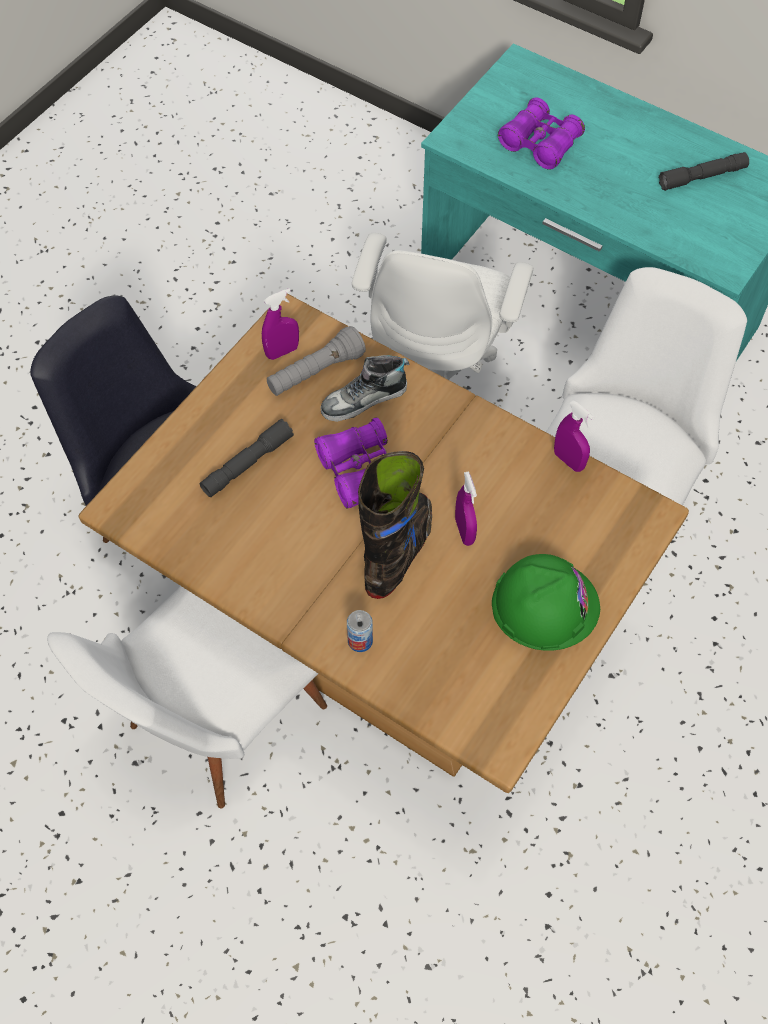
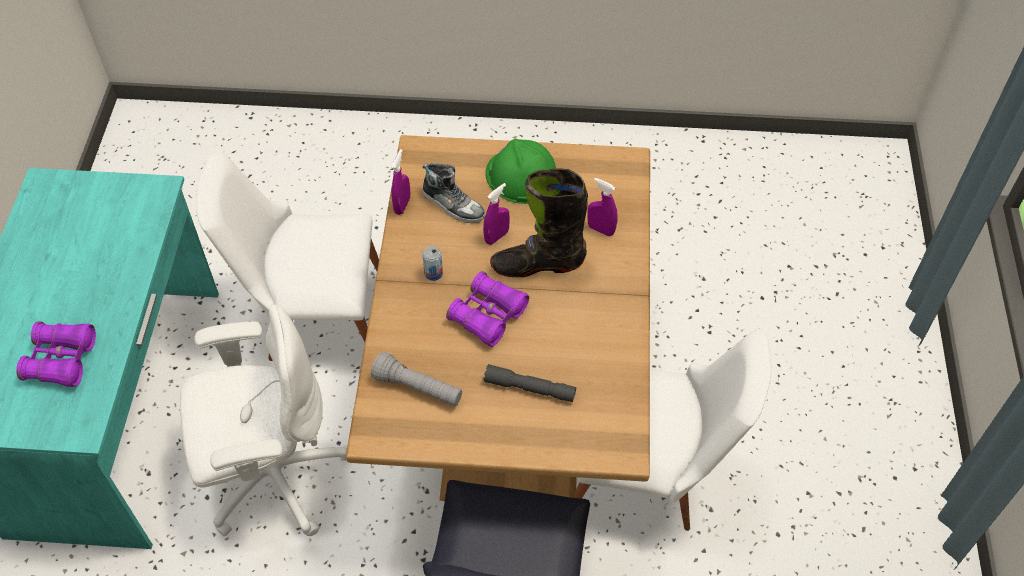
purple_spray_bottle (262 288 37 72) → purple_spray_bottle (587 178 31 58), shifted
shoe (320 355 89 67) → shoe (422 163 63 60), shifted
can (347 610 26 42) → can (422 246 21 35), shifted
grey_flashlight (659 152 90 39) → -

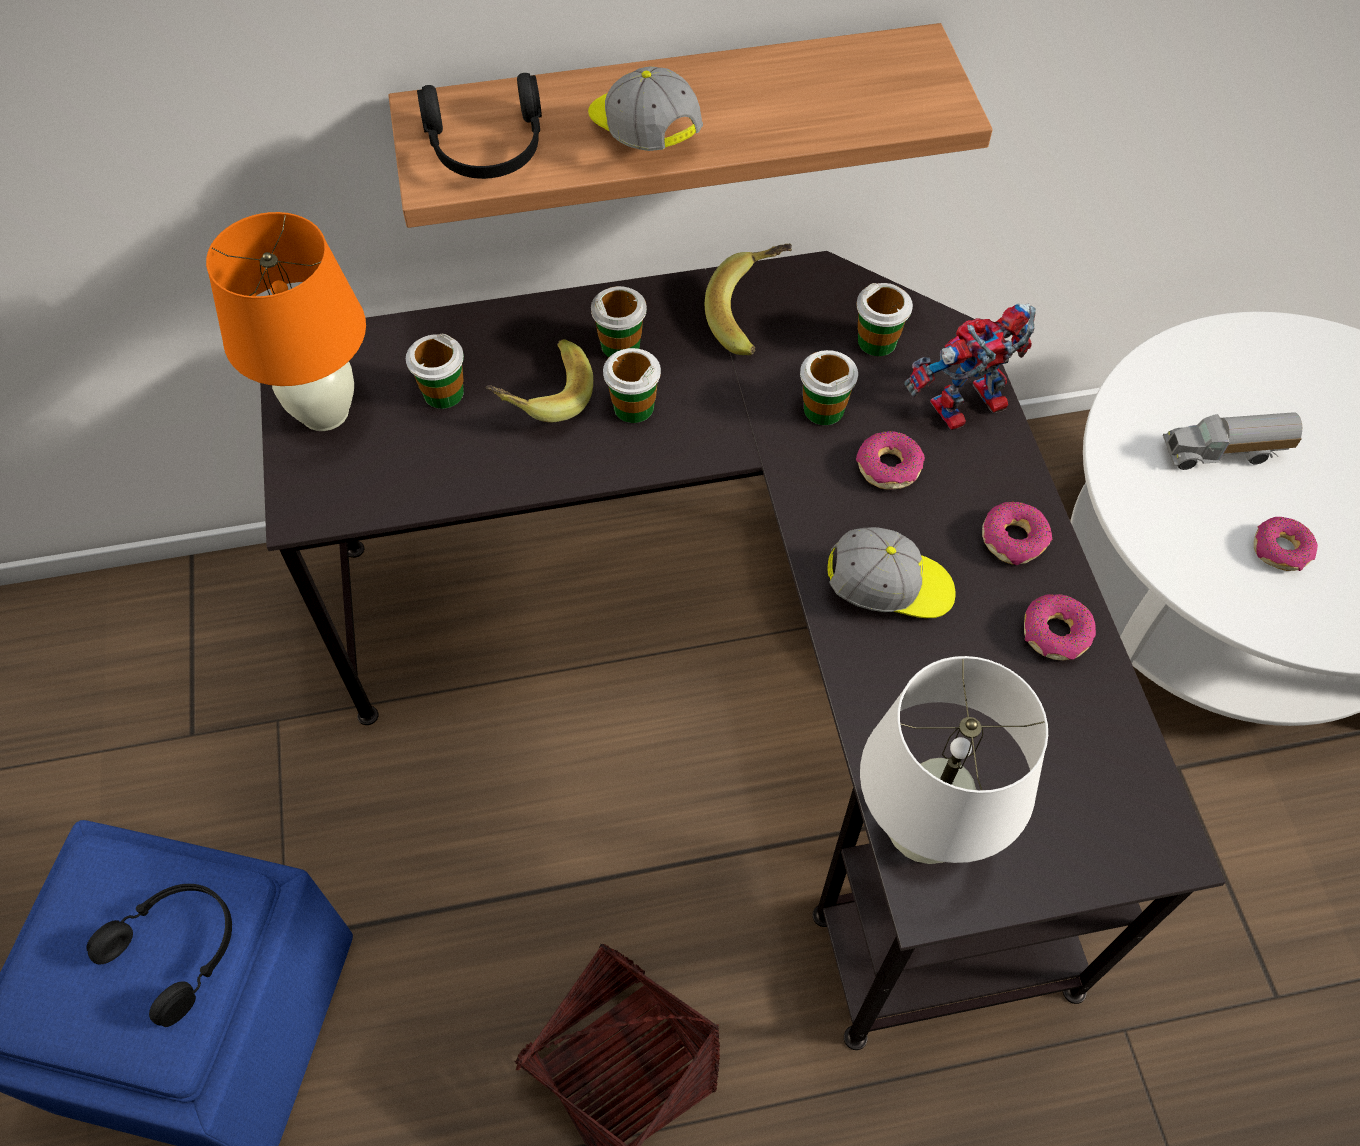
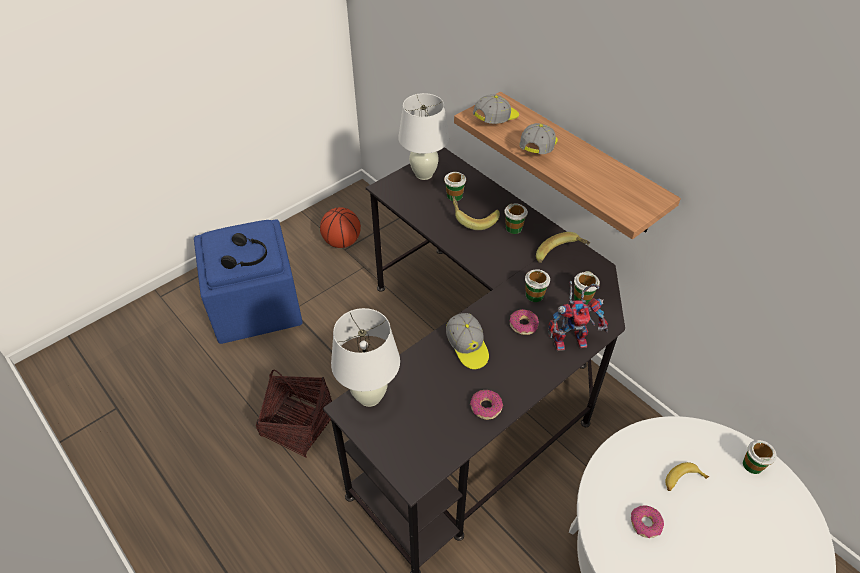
orange_table_lamp (206 212 160 219) → white_table_lamp (398 93 51 87)
black_headphones (417 73 125 106) → cap (473 94 46 30)
cup (603 348 58 75) → cup (743 440 34 34), shifted
toy_robot (904 303 132 127) → toy_robot (548 281 60 70), 135 degrees clockwise
donut (982 502 71 63) → -
toy_truck (1163 412 139 58) → banana (665 462 44 29)
- → basketball (320 207 41 41)

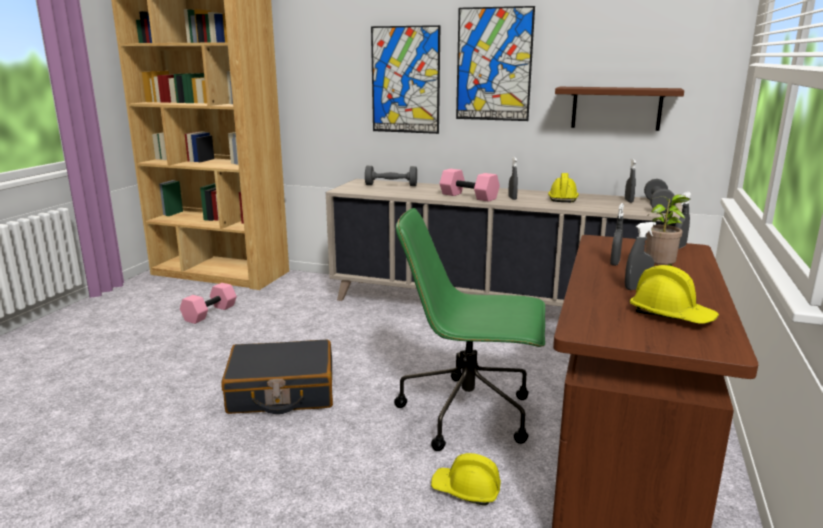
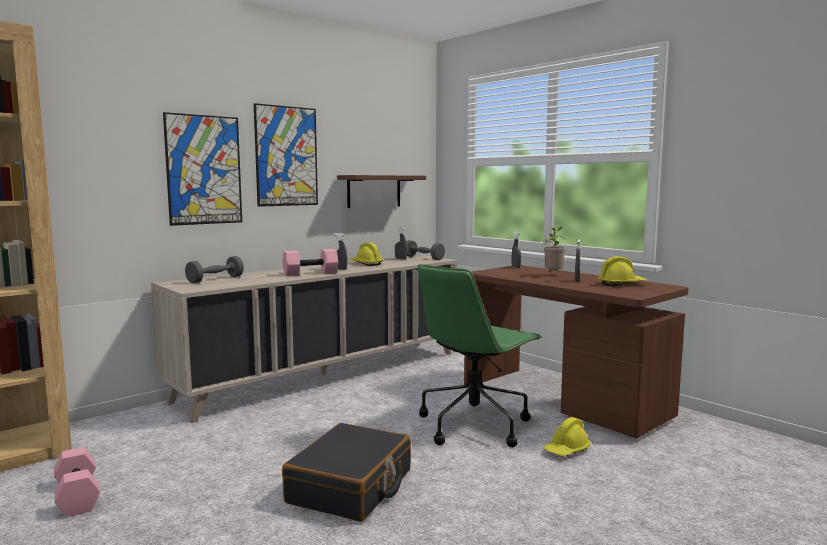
grey_spray_bottle (610 203 14 63) → -

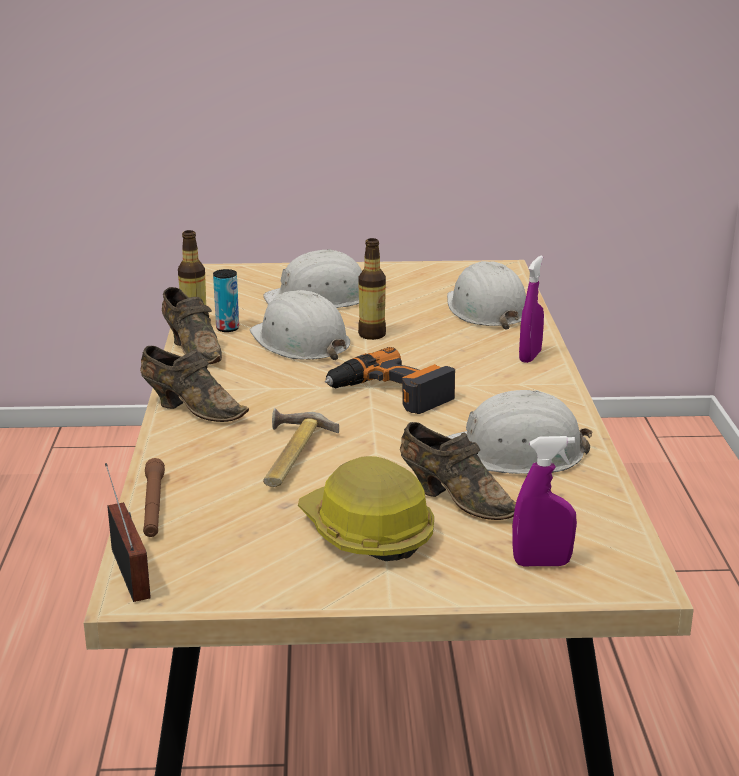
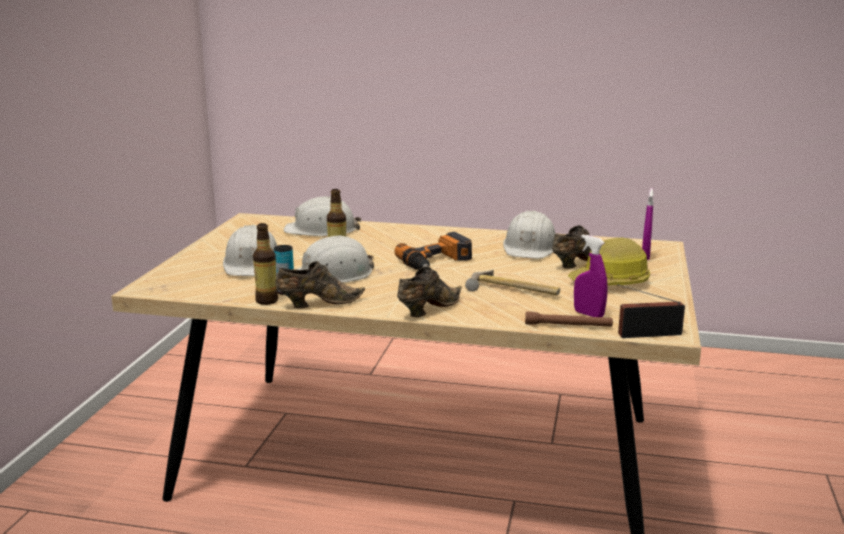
purple_spray_bottle (519 256 25 107) → purple_spray_bottle (574 234 33 83), shifted

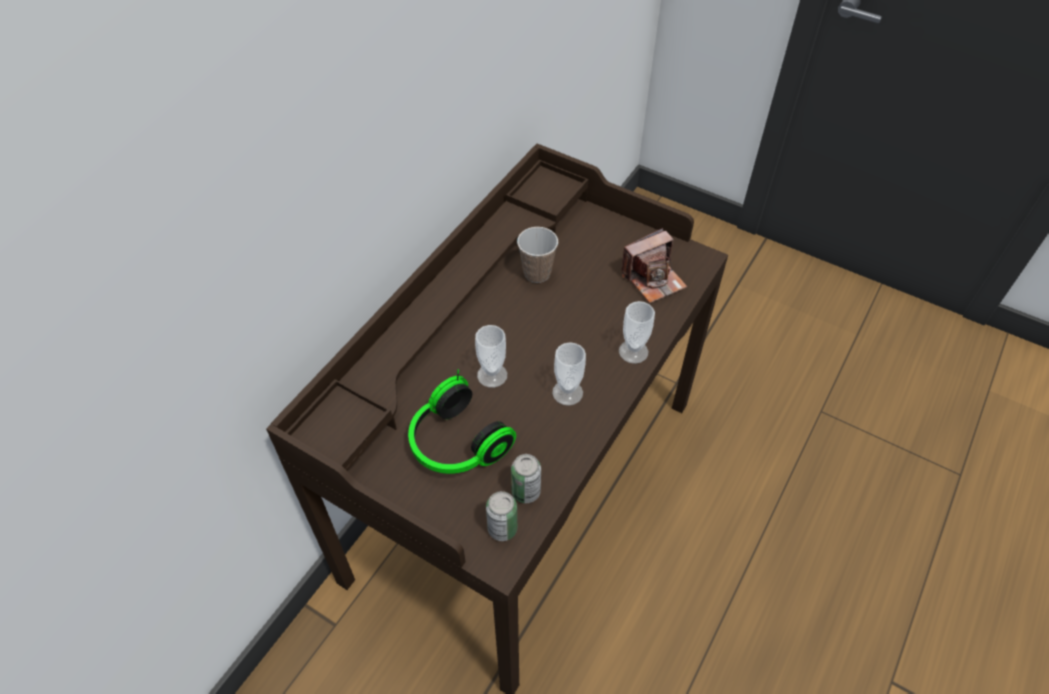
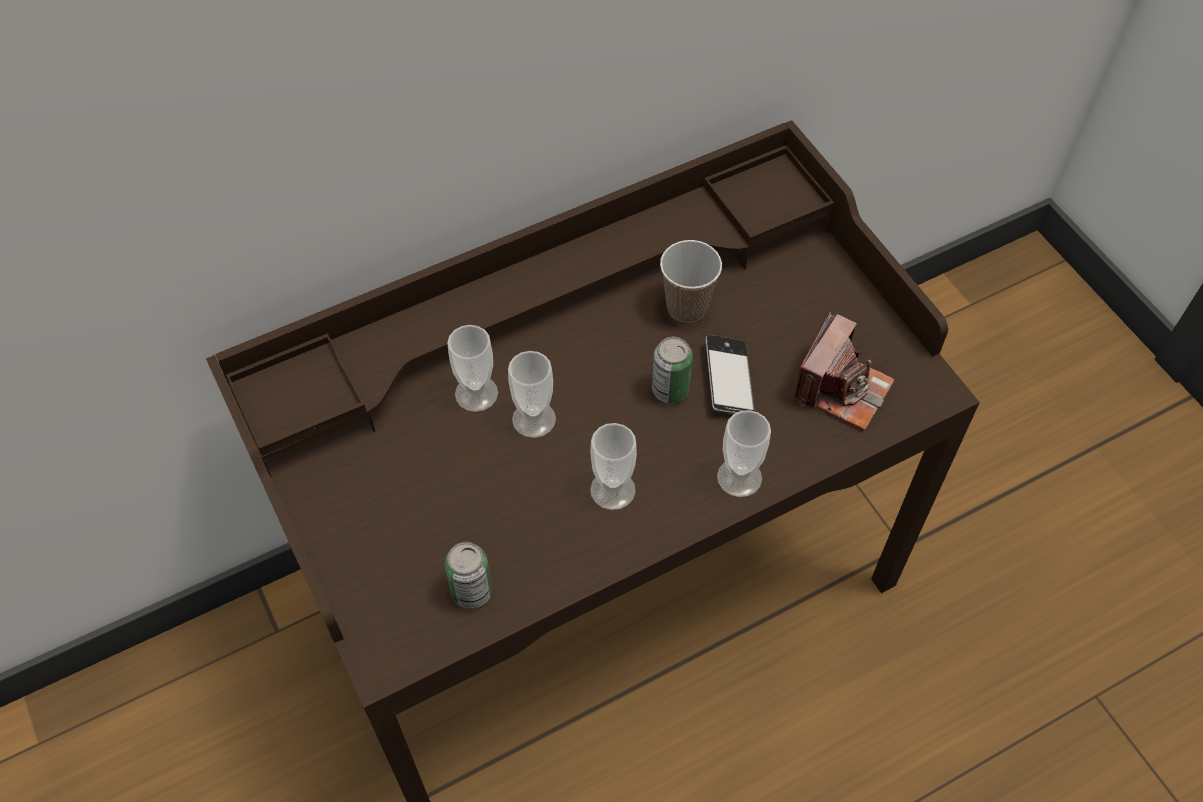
headphones (408 369 108 105) → -
can (486 491 31 50) → can (652 337 41 66), shifted
photo_camera (621 228 66 75) → photo_camera (793 312 102 118), 60 degrees counterclockwise
- → cup (447 325 51 87)
- → phone (705 335 50 79)

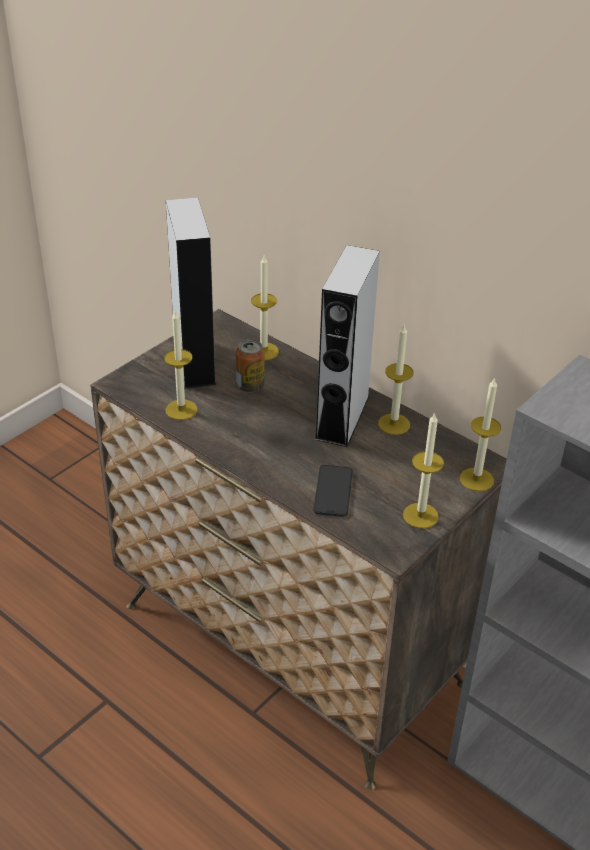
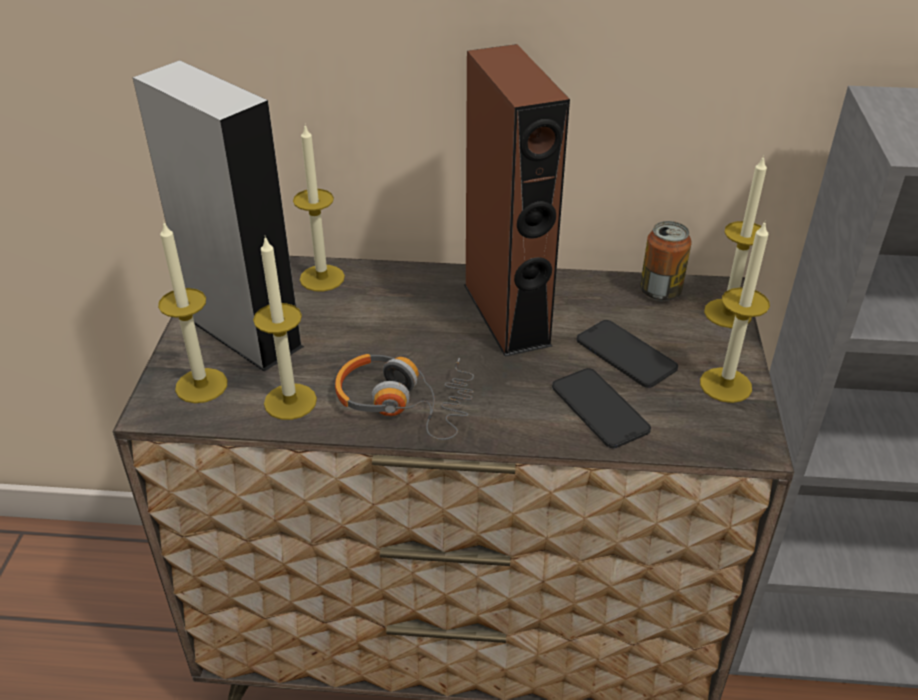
can (236 339 29 53) → can (640 221 52 80), shifted
grey_speaker (315 245 65 202) → brown_speaker (464 44 106 313)
candle (378 324 36 111) → candle (158 221 70 182), shifted
- → headphones (335 354 139 86)
- → phone (577 320 101 68)

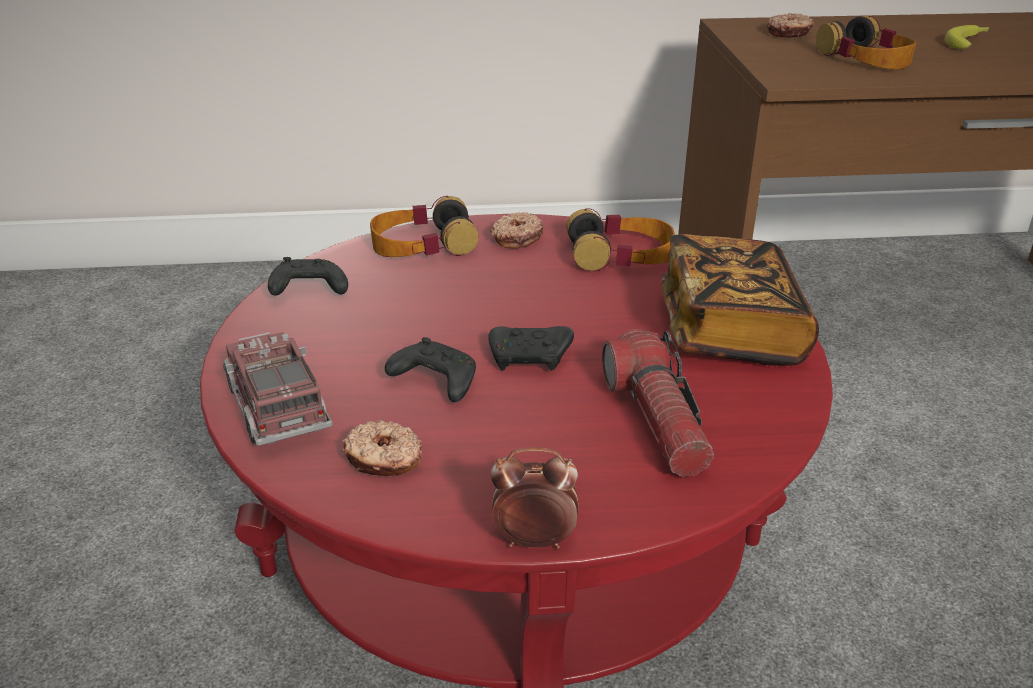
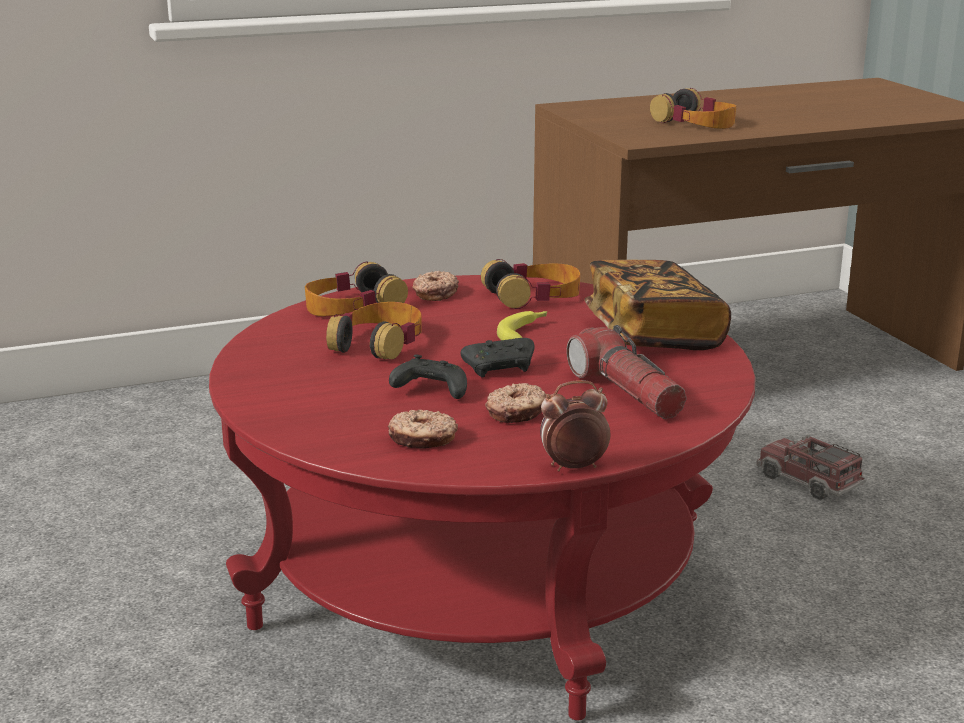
toy_truck (223 332 110 114) → toy_truck (757 434 109 66), shifted
black_game_controller (268 257 80 39) → -
donut (767 13 47 25) → donut (485 383 61 40), shifted
banana (944 25 45 24) → banana (497 311 50 29), shifted
- → headphones (326 302 96 57)

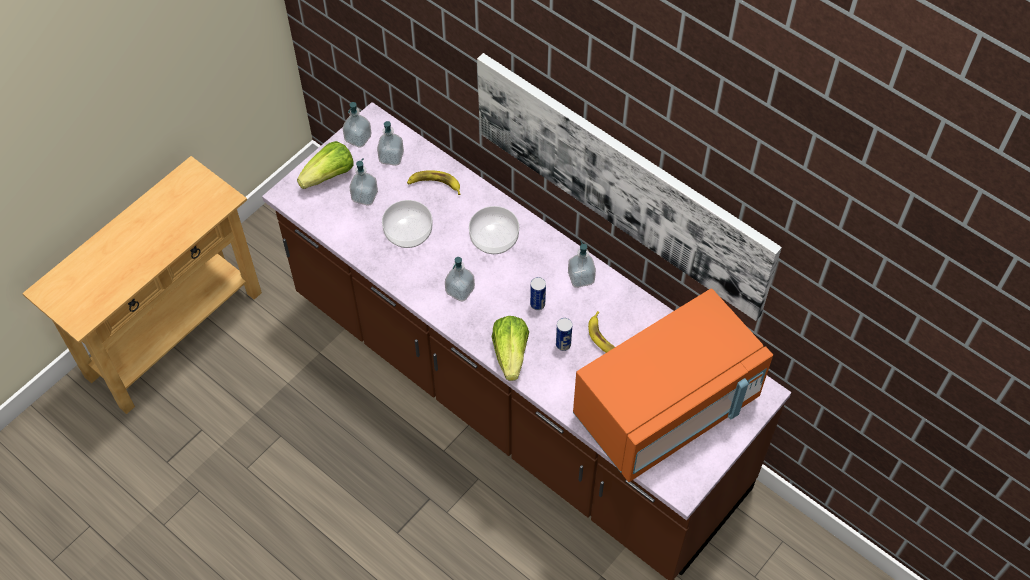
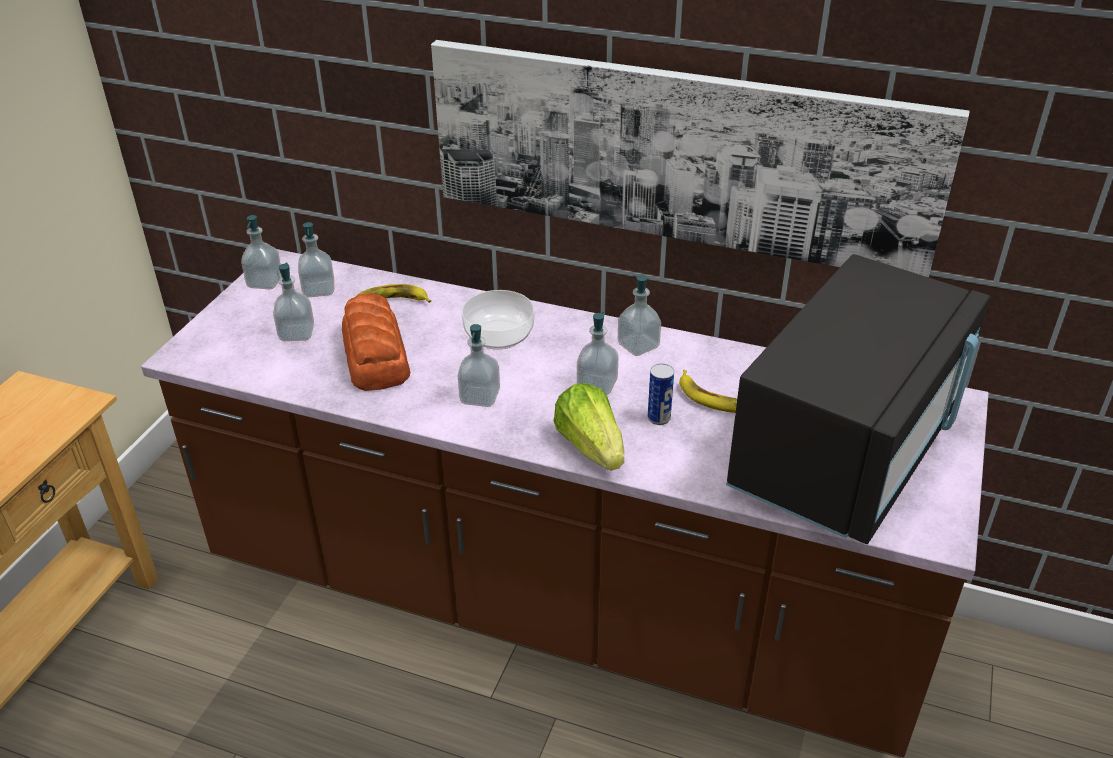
lettuce (297 141 57 48) → -
bowl (382 200 50 48) → bread (342 293 68 98)
can (530 277 16 33) → soap_dispenser (577 312 42 83)
orange_microwave (573 288 200 194) → black_microwave (726 254 264 290)

